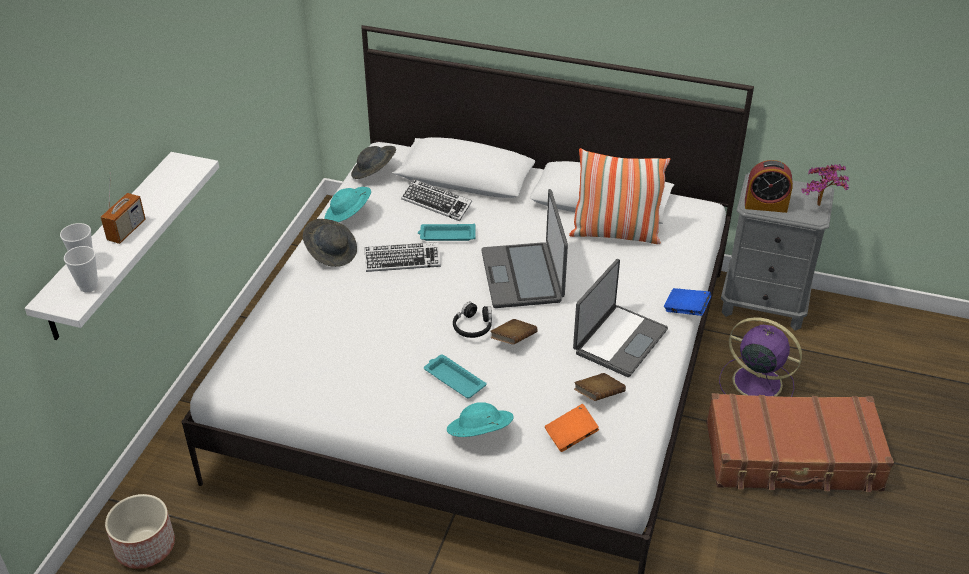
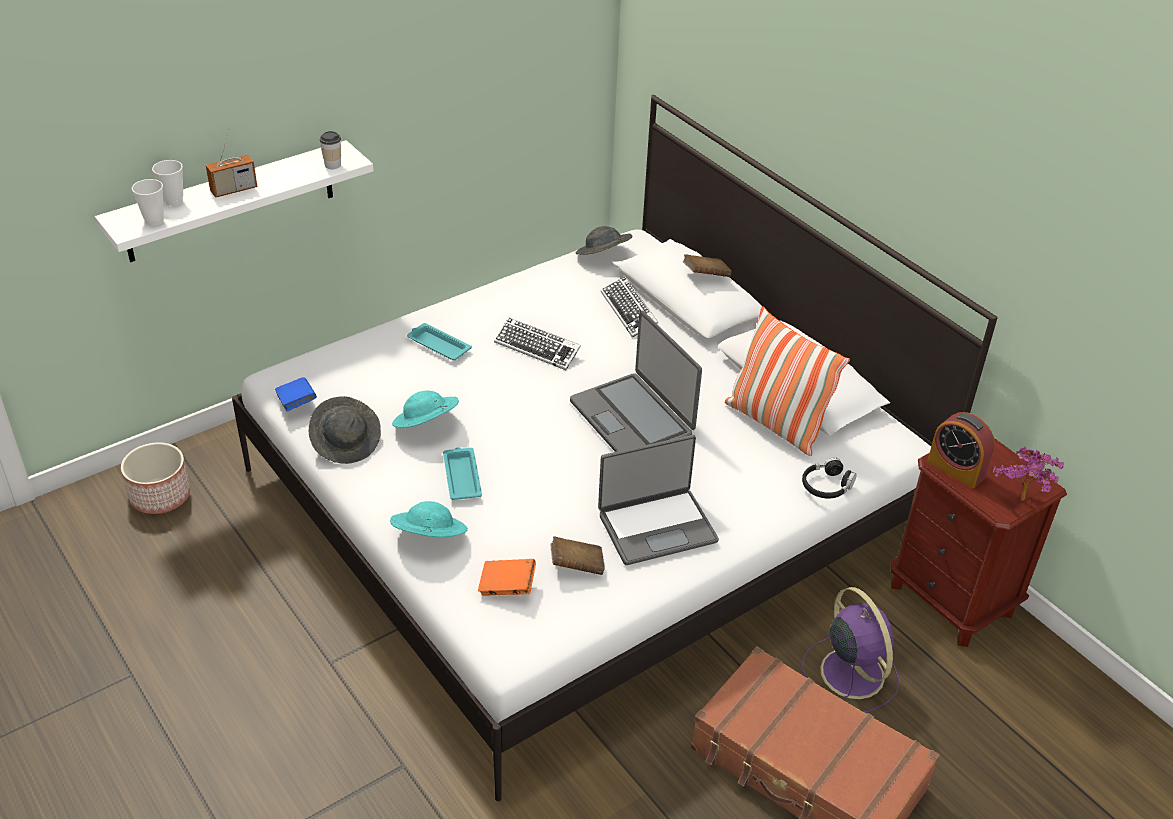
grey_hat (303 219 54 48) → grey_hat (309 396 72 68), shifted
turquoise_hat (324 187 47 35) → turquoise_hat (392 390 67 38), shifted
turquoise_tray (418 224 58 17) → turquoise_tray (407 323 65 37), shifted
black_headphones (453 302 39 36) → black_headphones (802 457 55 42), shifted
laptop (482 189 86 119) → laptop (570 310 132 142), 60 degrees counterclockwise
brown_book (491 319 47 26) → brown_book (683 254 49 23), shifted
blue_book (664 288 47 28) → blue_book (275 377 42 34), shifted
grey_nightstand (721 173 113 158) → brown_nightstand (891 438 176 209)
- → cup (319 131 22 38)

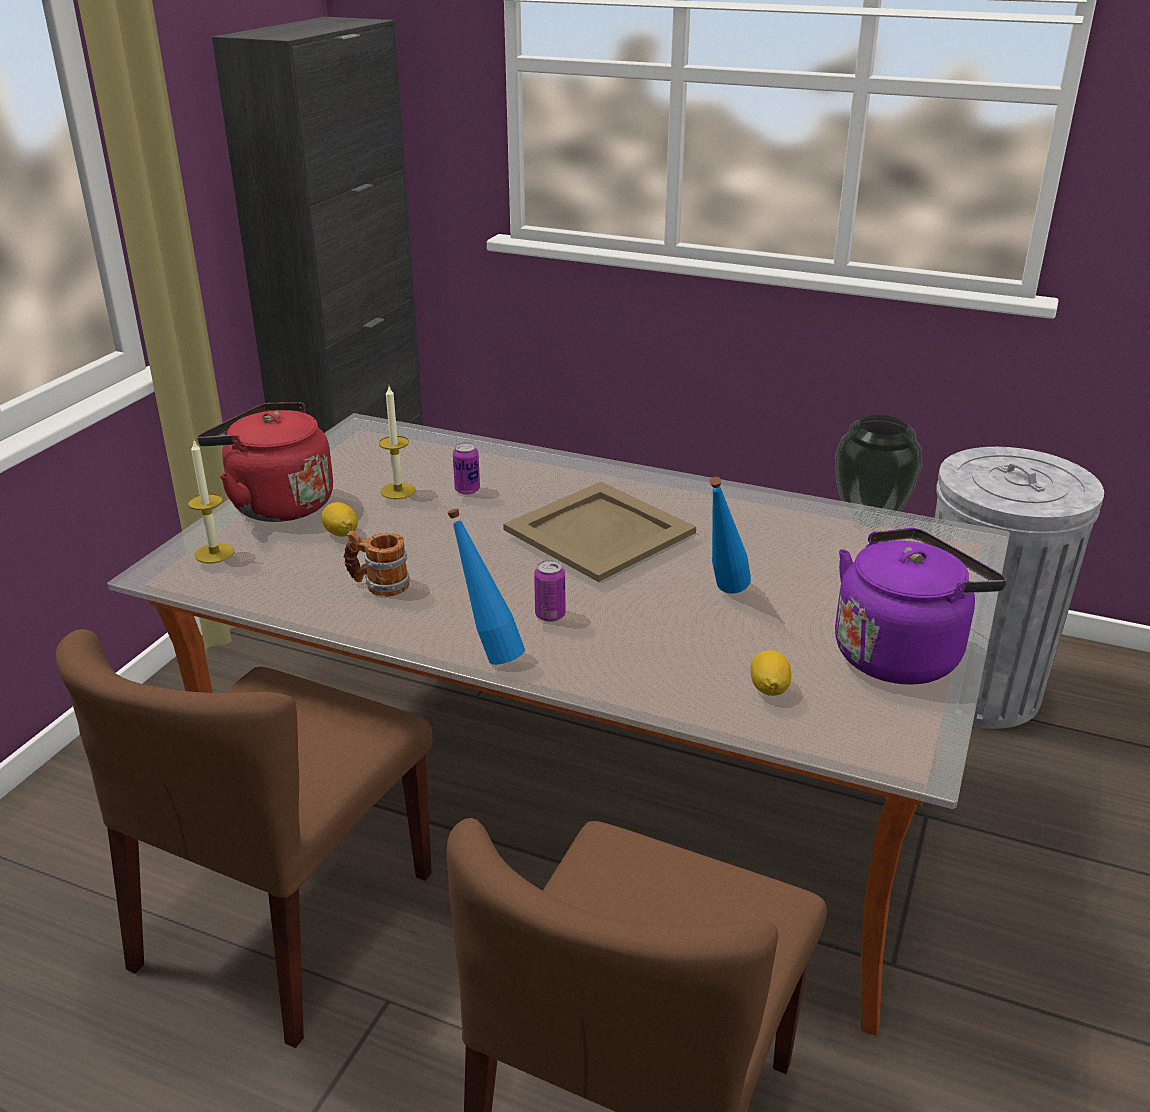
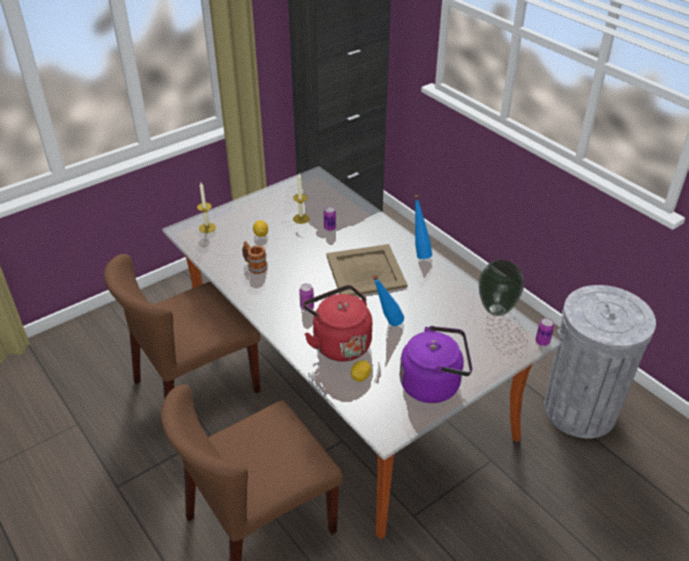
red_kettle (197 402 136 120) → red_kettle (303 285 69 76), shifted
blue_bottle (447 508 78 157) → blue_bottle (414 195 18 64), shifted
- → can (536 318 18 28)

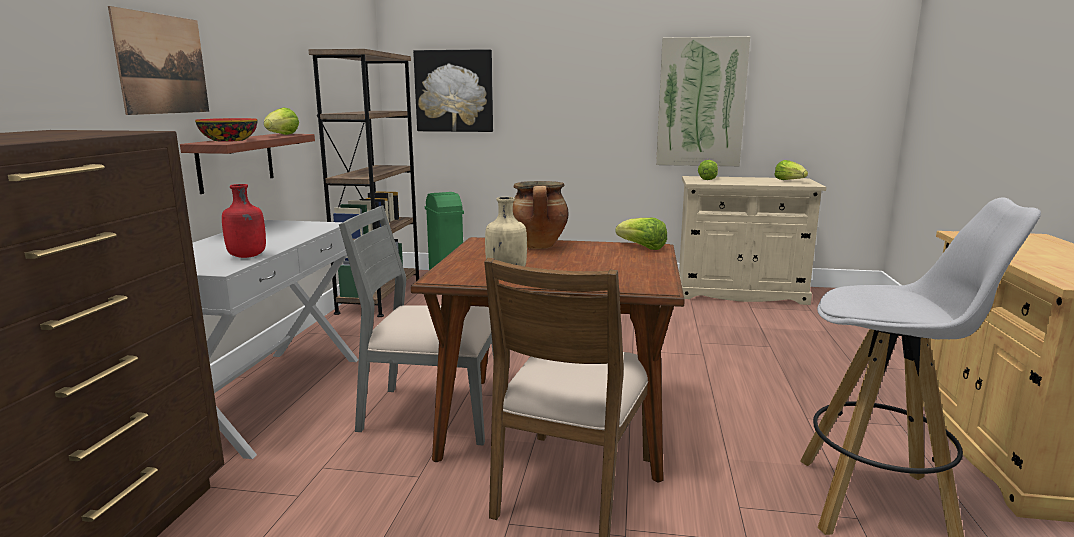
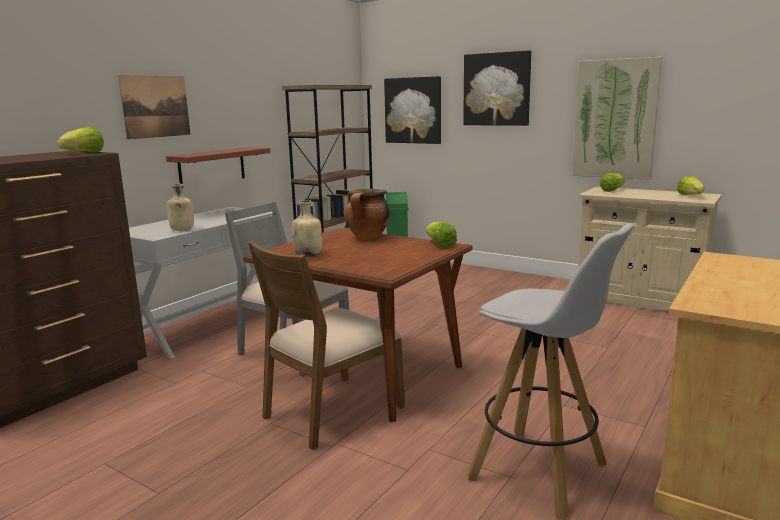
bowl (195 118 63 24) → -
red_bottle (222 184 44 74) → beige_bottle (167 184 27 47)
lettuce (264 107 35 28) → lettuce (57 127 47 26), shifted
- → picture (463 50 68 76)

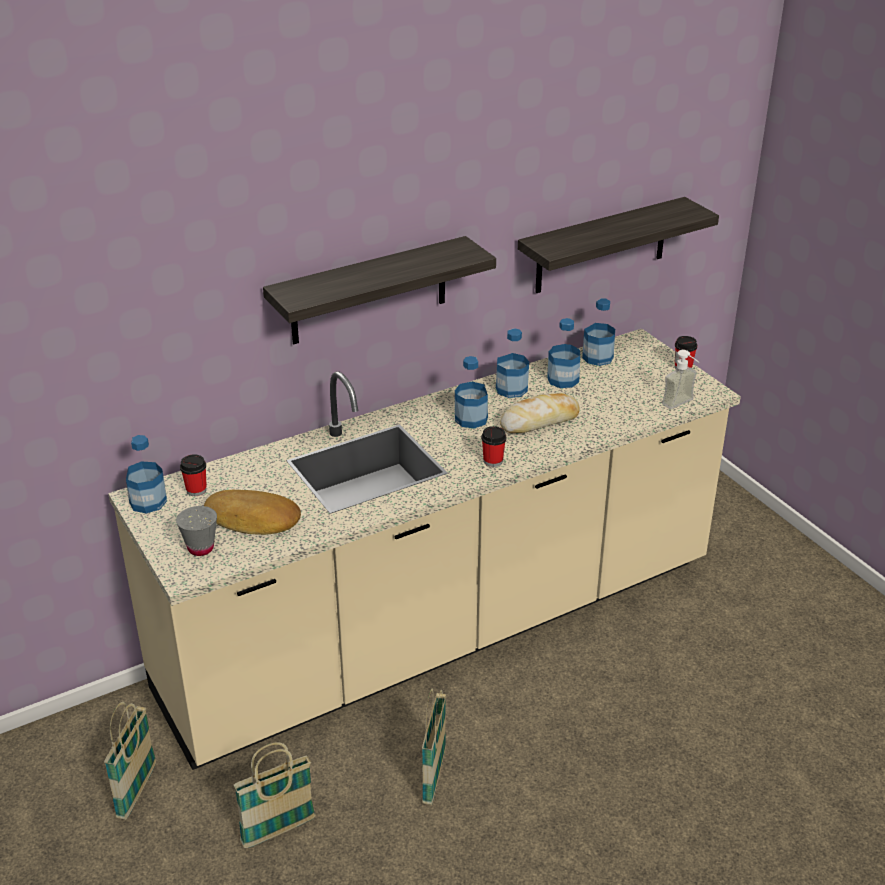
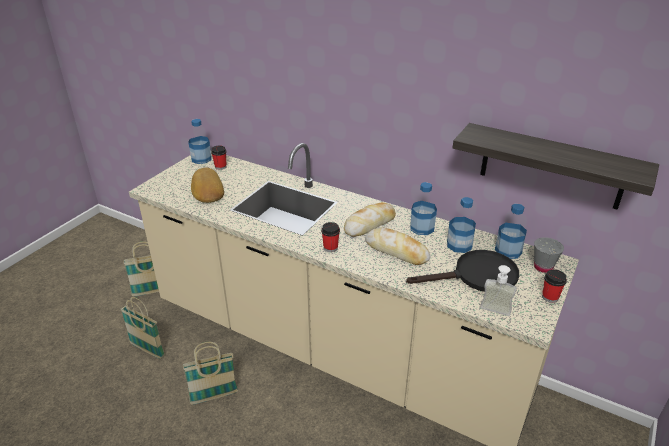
grey_cup (176 506 41 50) → grey_cup (534 237 30 36), shifted
shelf (263 236 233 108) → -
bottle (455 356 33 73) → bread (344 202 52 35)
- → black_frying_pan (406 250 113 42)

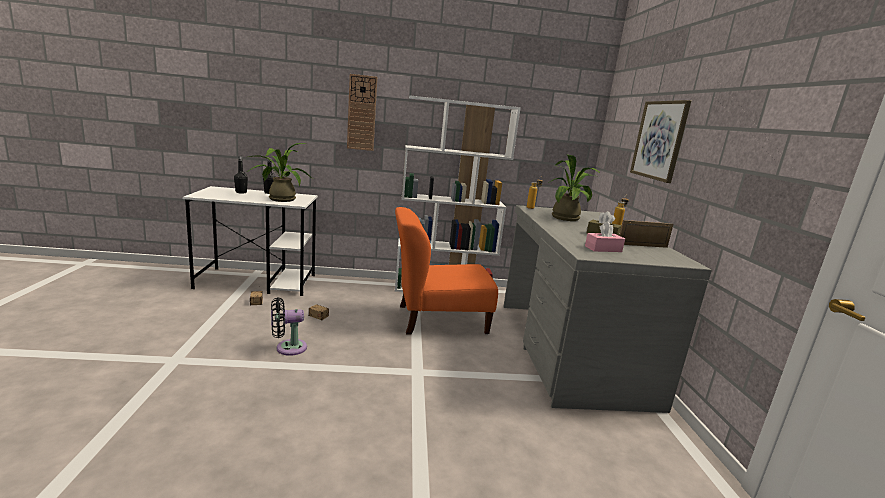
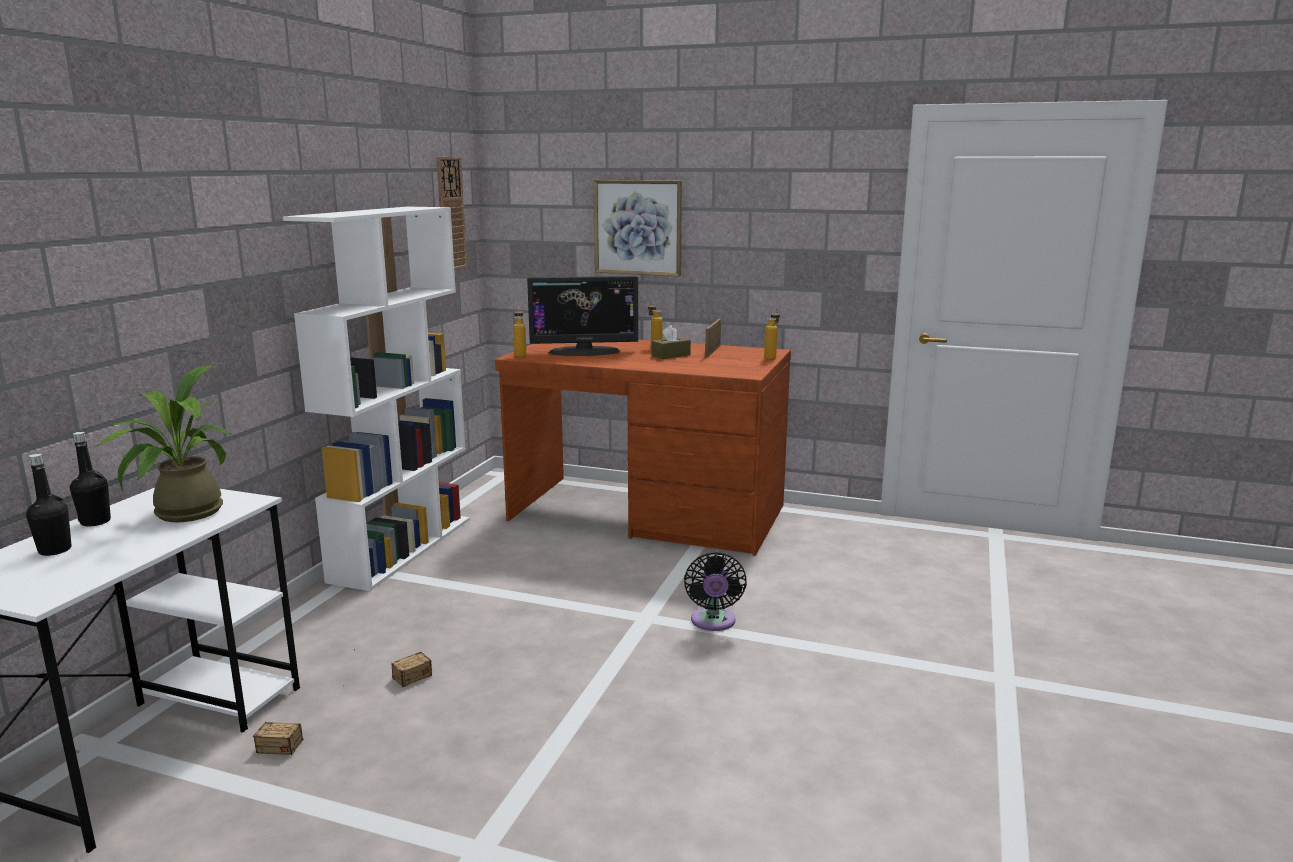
black_fan (271 297 36 59) → black_fan (684 552 63 79), shifted
wall_clock (347 74 30 77) → wall_clock (436 157 31 113), shifted
orange_chair (395 207 103 128) → -
grey_desk (503 205 209 208) → brown_desk (495 340 296 216)
potted_plant (548 155 52 66) → monitor (527 276 111 80)
pink_tissue_box (585 222 40 30) → -
- → bottle (764 309 16 51)

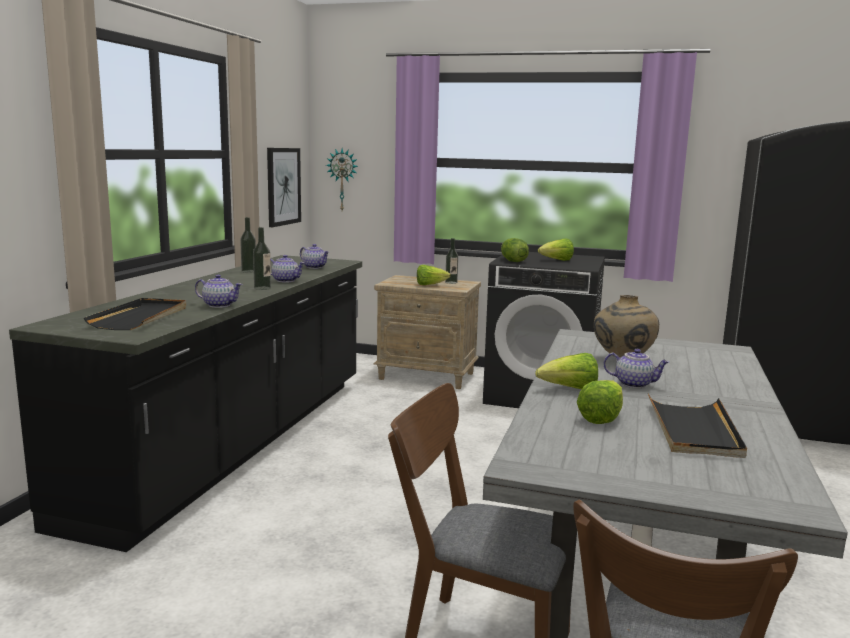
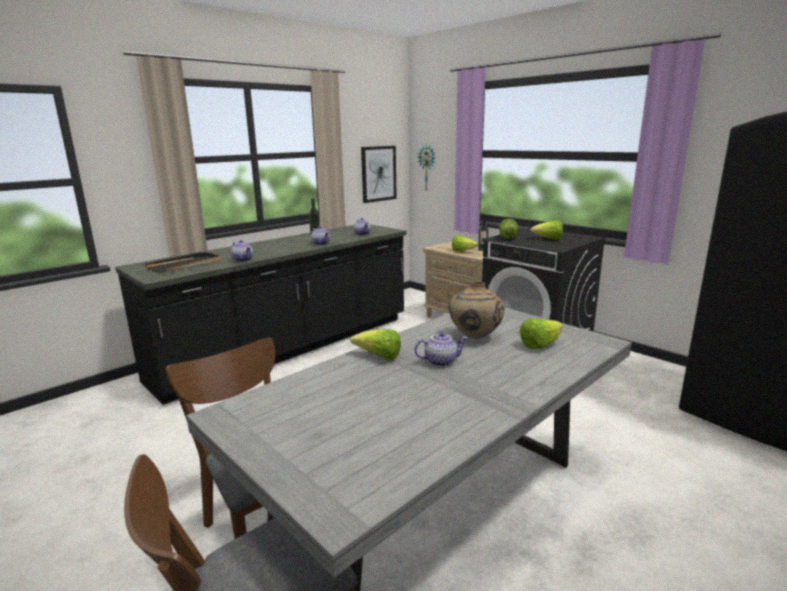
bottle (253 227 18 63) → -
lettuce (577 380 46 44) → lettuce (520 319 43 30), shifted
teapot (604 349 66 39) → teapot (414 332 53 35), 60 degrees counterclockwise
black_tray (648 393 99 65) → -

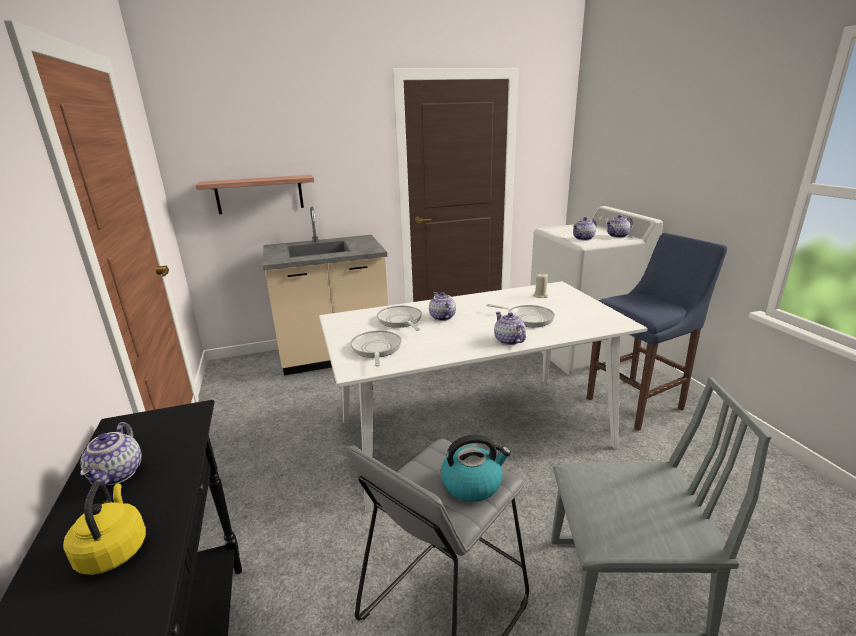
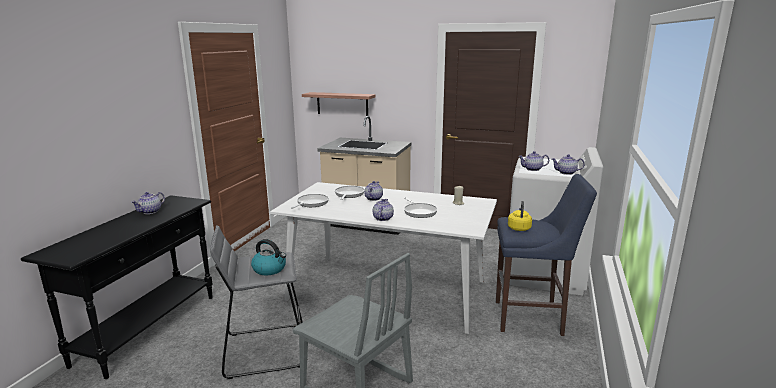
yellow_kettle (63 481 83 94) → yellow_kettle (508 201 24 30), shifted

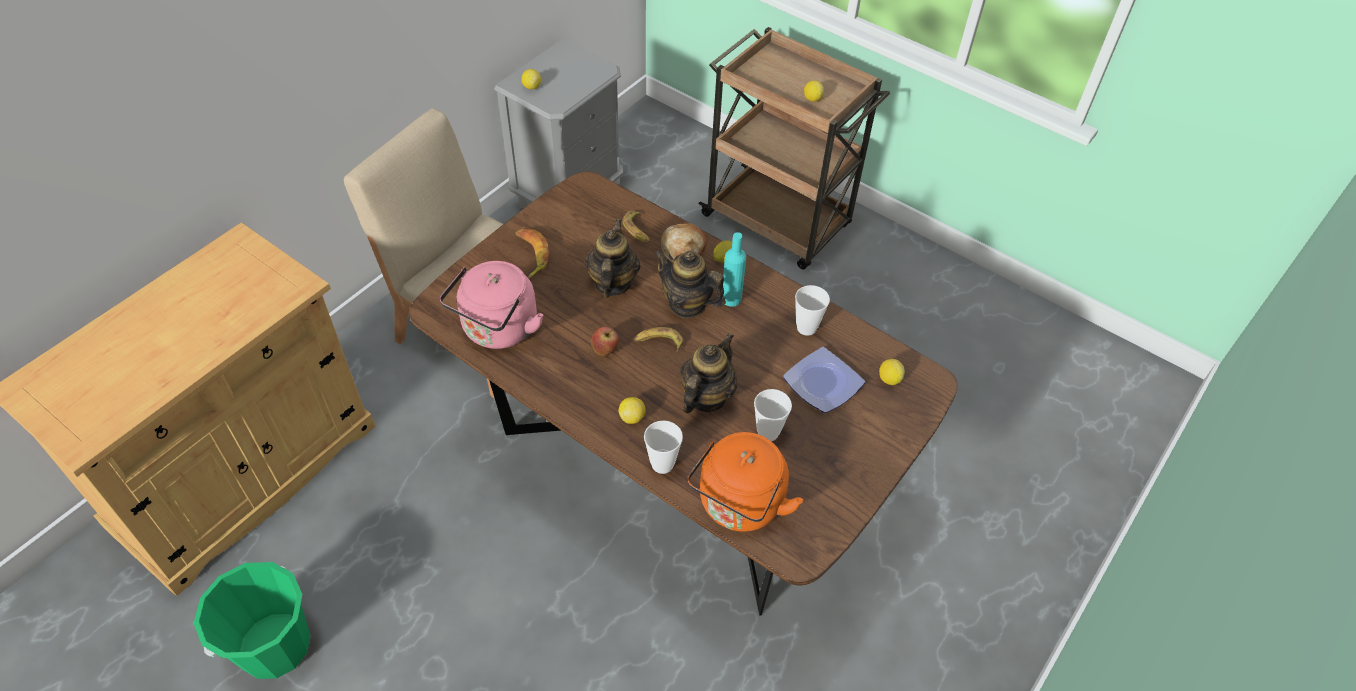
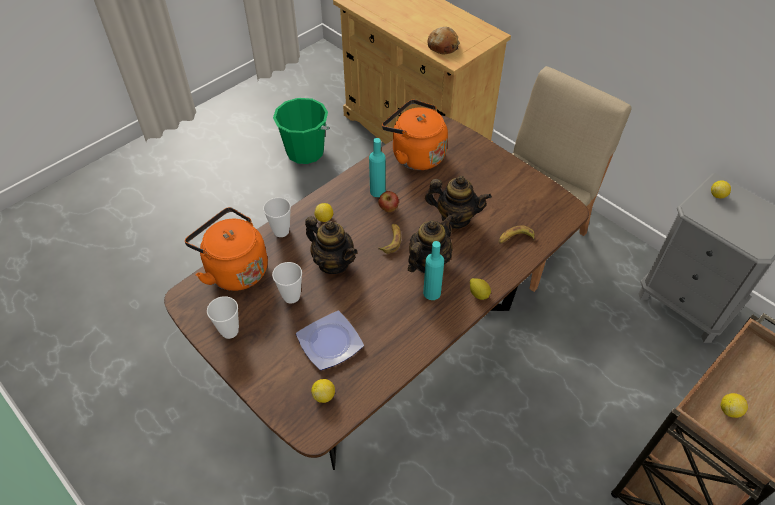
pink_kettle (440 261 103 88) → orange_kettle (382 99 66 71)
banana (516 228 33 50) → -
bread (661 223 46 38) → bread (427 27 33 28), shifted
cup (795 285 35 51) → cup (207 296 32 43), shifted
- → turquoise_bottle (369 138 17 59)

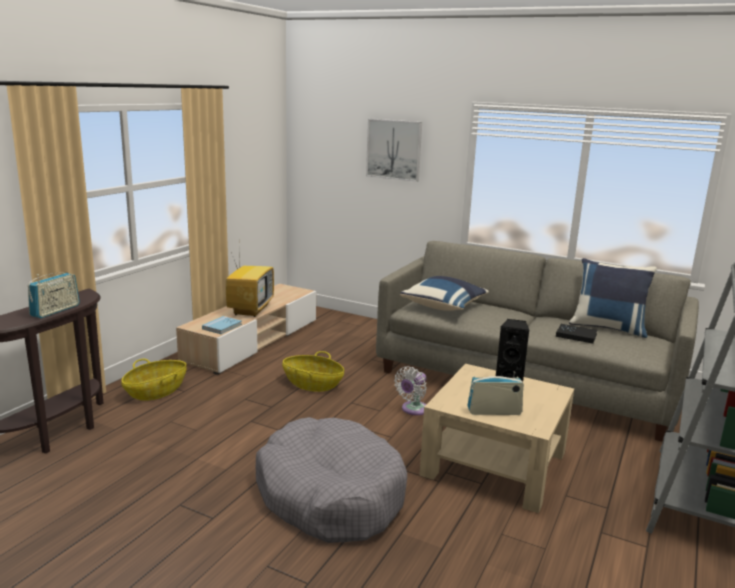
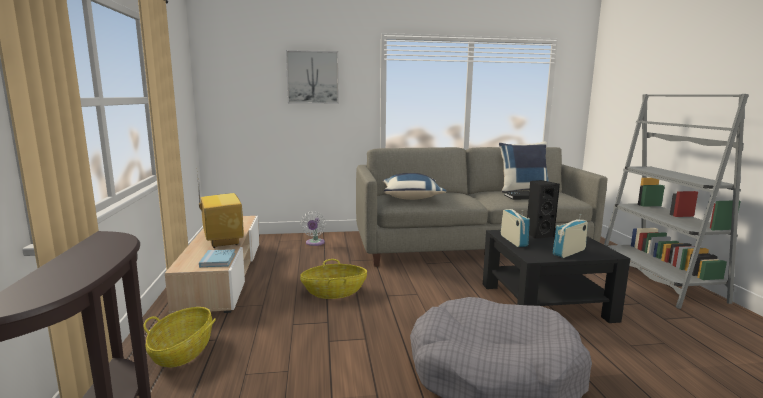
radio (28 272 52 46) → radio (501 209 29 38), shifted
white_fan (394 367 33 48) → white_fan (300 211 26 35), shifted
beige_coffee_table (419 364 155 149) → black_coffee_table (483 228 147 95)

